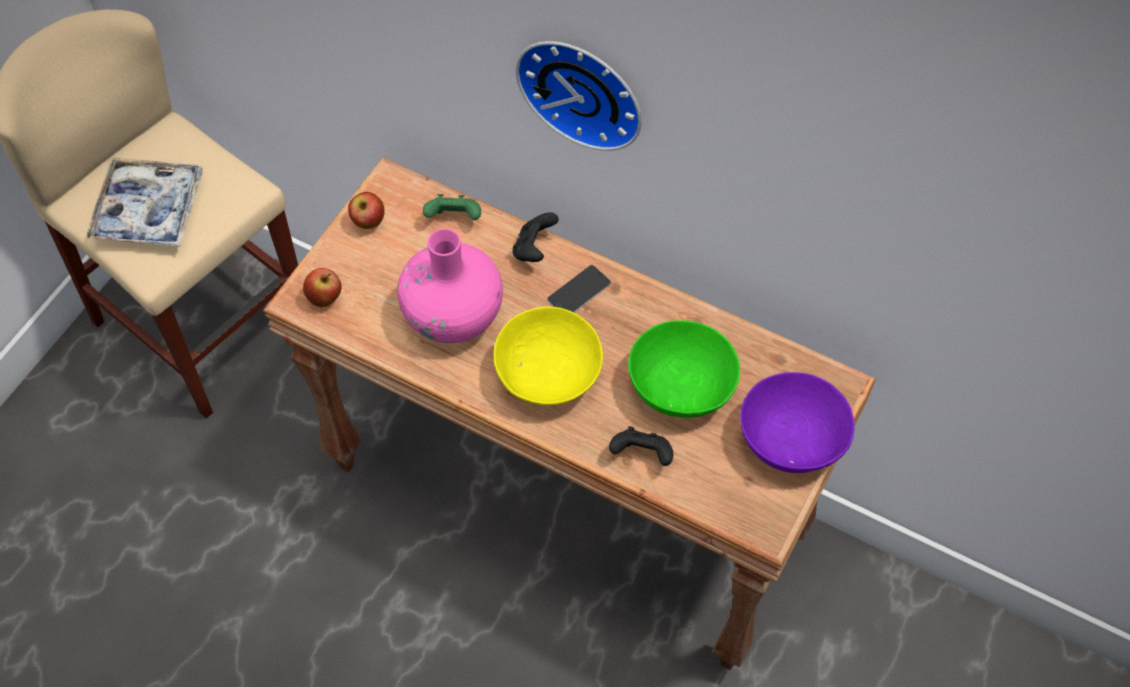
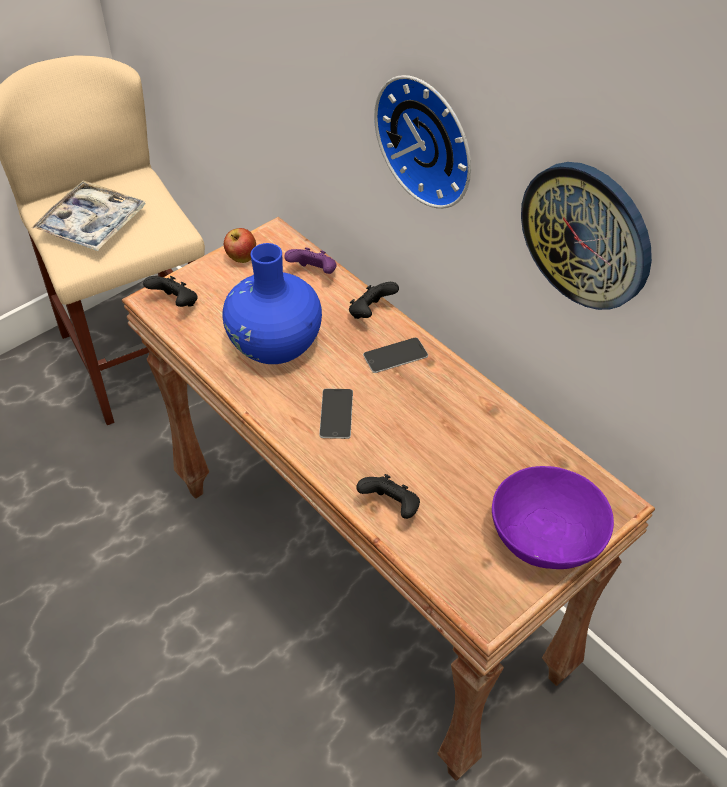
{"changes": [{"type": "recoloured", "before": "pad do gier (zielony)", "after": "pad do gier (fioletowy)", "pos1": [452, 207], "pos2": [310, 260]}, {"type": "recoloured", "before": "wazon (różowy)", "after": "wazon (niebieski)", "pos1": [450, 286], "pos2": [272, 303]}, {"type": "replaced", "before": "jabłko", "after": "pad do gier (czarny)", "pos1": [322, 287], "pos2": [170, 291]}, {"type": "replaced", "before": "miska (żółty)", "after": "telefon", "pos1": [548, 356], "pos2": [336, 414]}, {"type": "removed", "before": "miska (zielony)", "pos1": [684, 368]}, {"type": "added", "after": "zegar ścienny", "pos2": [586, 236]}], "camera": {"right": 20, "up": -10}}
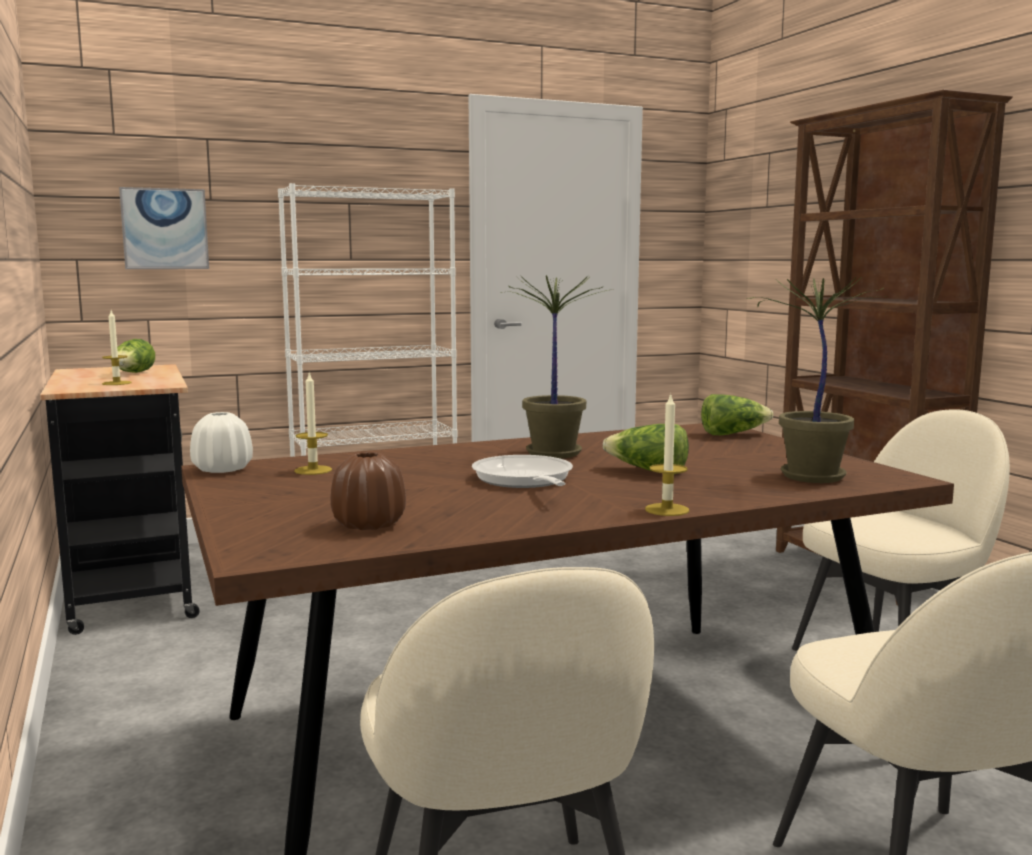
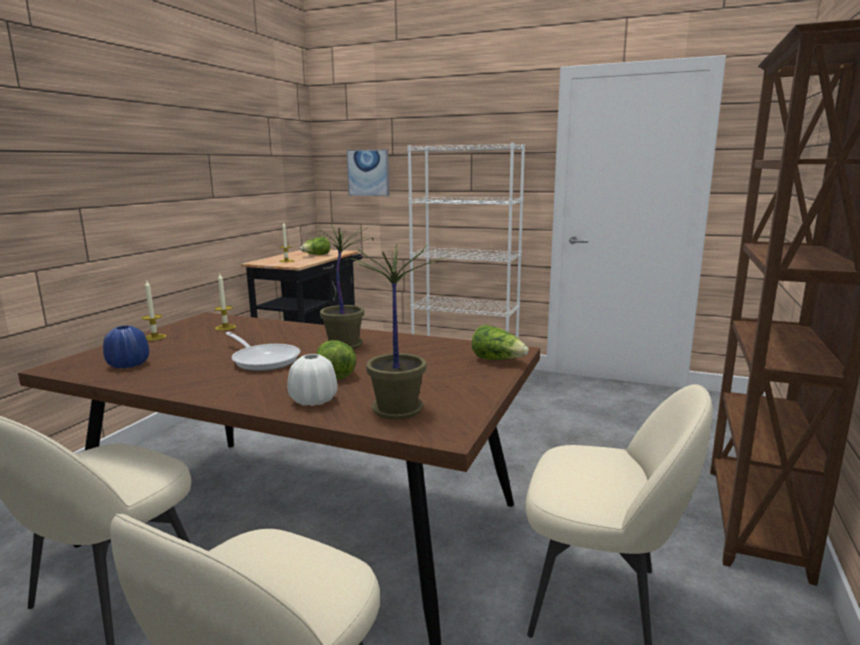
{"changes": [{"type": "moved", "before": "świeca", "pos1": [667, 454], "pos2": [154, 311]}, {"type": "moved", "before": "wazon (biały)", "pos1": [221, 442], "pos2": [312, 380]}, {"type": "recoloured", "before": "wazon (brązowy)", "after": "wazon (niebieski)", "pos1": [368, 491], "pos2": [126, 346]}, {"type": "turned", "before": "patelnia", "pos1": [522, 471], "pos2": [262, 351], "turn": 105}], "camera": {"right": 45, "up": 5}}
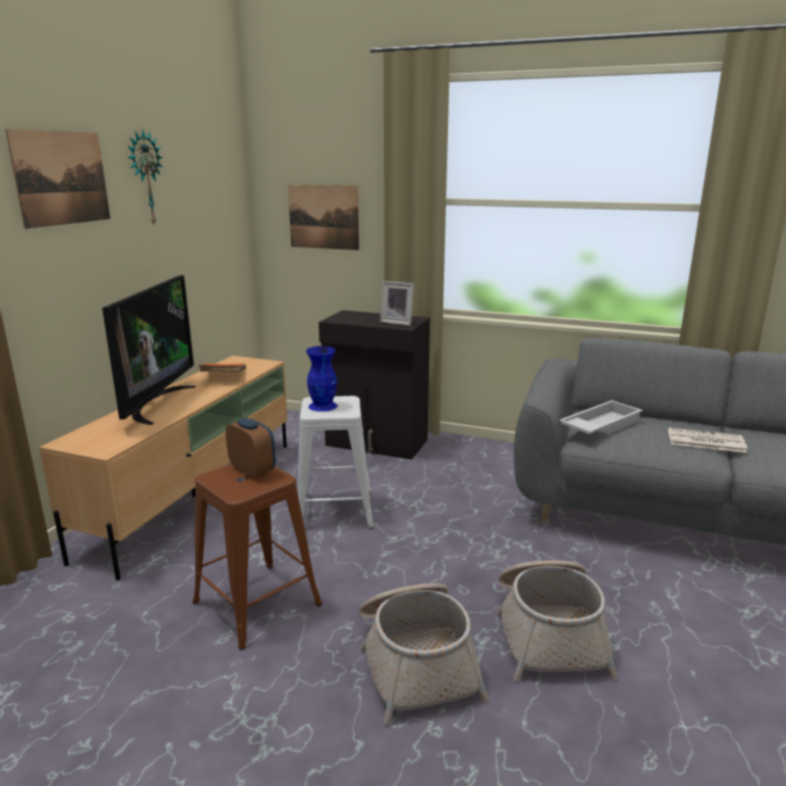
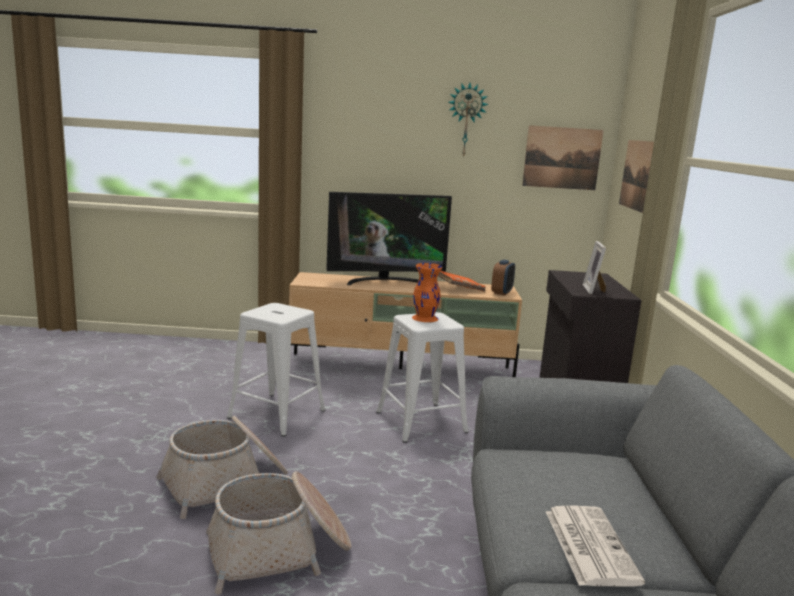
{"changes": [{"type": "moved", "before": "obraz", "pos1": [57, 179], "pos2": [563, 157]}, {"type": "recoloured", "before": "wazon (niebieski)", "after": "wazon (pomarańczowy)", "pos1": [321, 379], "pos2": [427, 292]}, {"type": "removed", "before": "taca (biały)", "pos1": [601, 417]}, {"type": "moved", "before": "budzik", "pos1": [251, 448], "pos2": [503, 277]}, {"type": "recoloured", "before": "stołek (brązowy)", "after": "stołek (biały)", "pos1": [257, 557], "pos2": [276, 370]}], "camera": {"right": 70, "up": -5}}
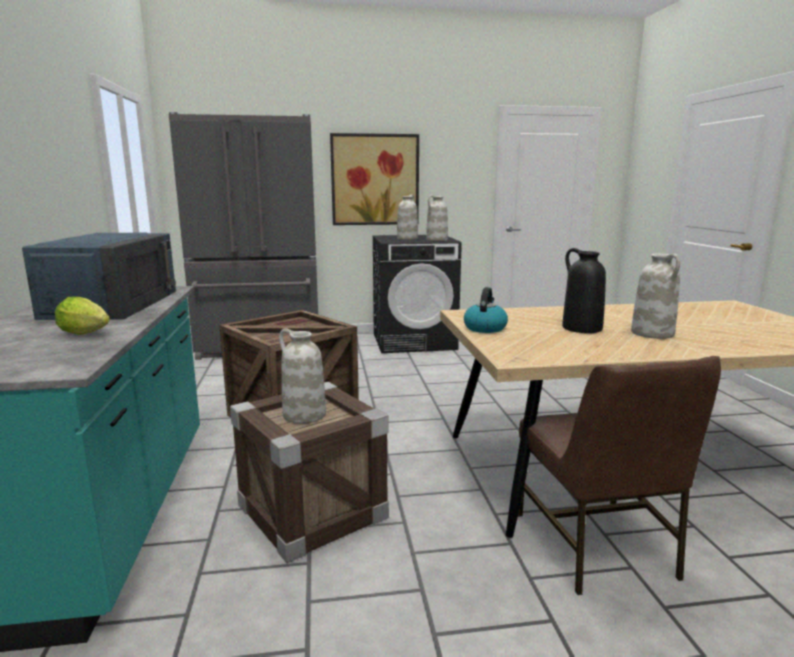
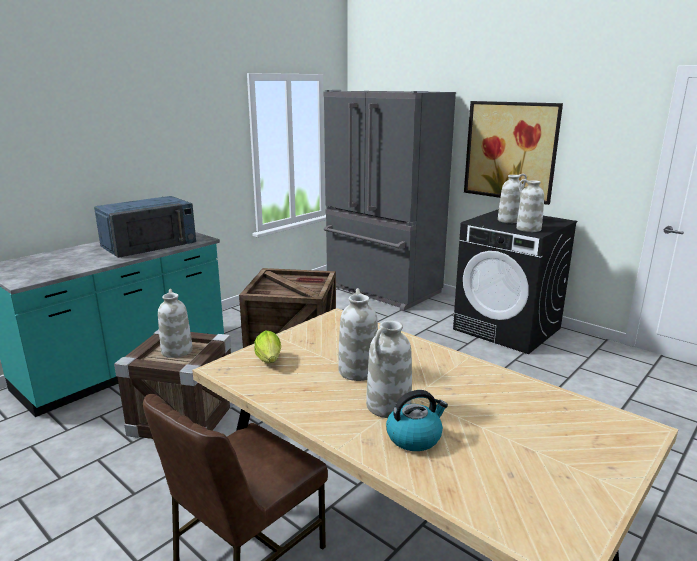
{"changes": [{"type": "recoloured", "before": "wazon (czarny)", "after": "wazon (biały)", "pos1": [584, 290], "pos2": [358, 334]}, {"type": "moved", "before": "czajnik", "pos1": [486, 310], "pos2": [417, 420]}, {"type": "moved", "before": "sałata", "pos1": [82, 316], "pos2": [267, 347]}], "camera": {"right": 50, "up": 5}}
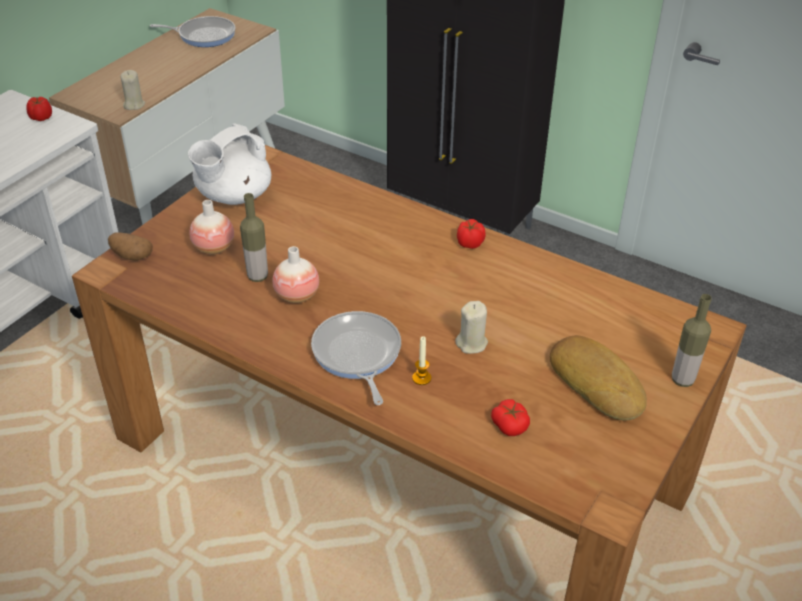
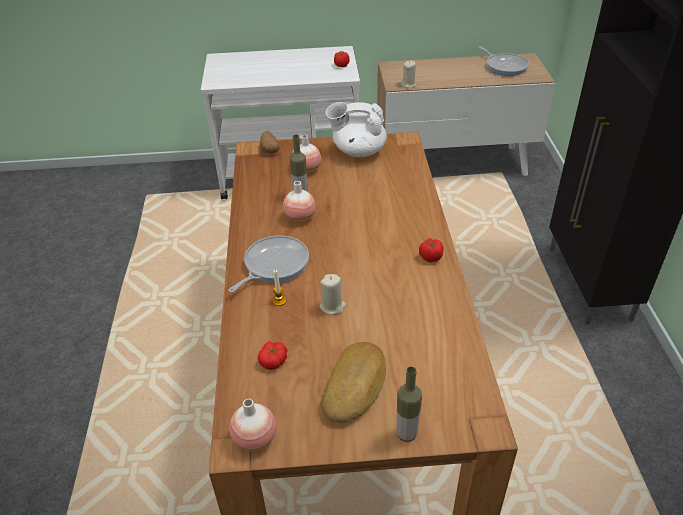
{"changes": [{"type": "added", "after": "wazon", "pos2": [252, 425]}], "camera": {"right": 55, "up": 0}}
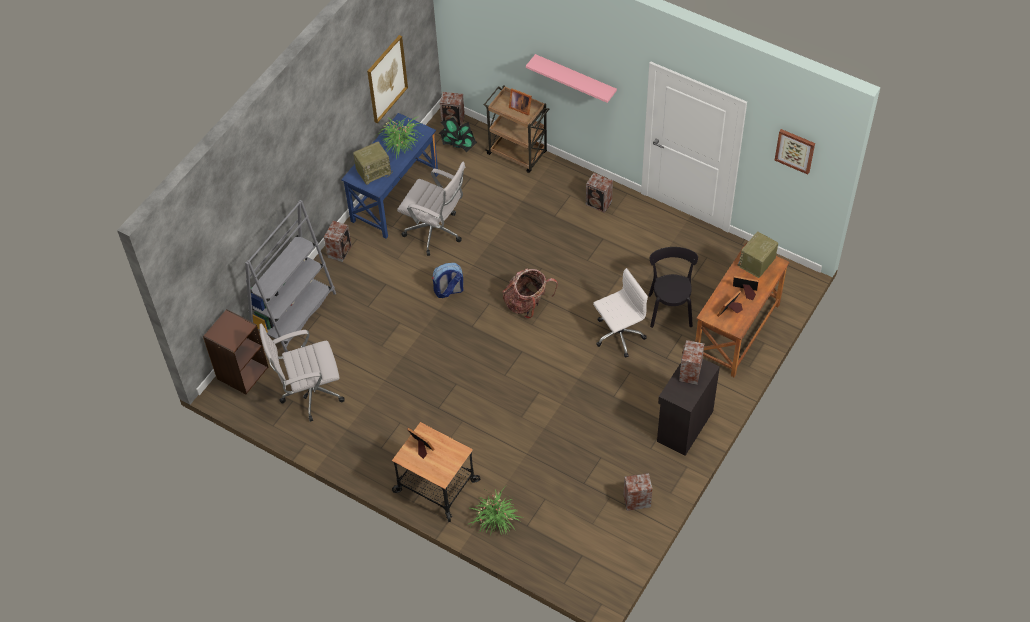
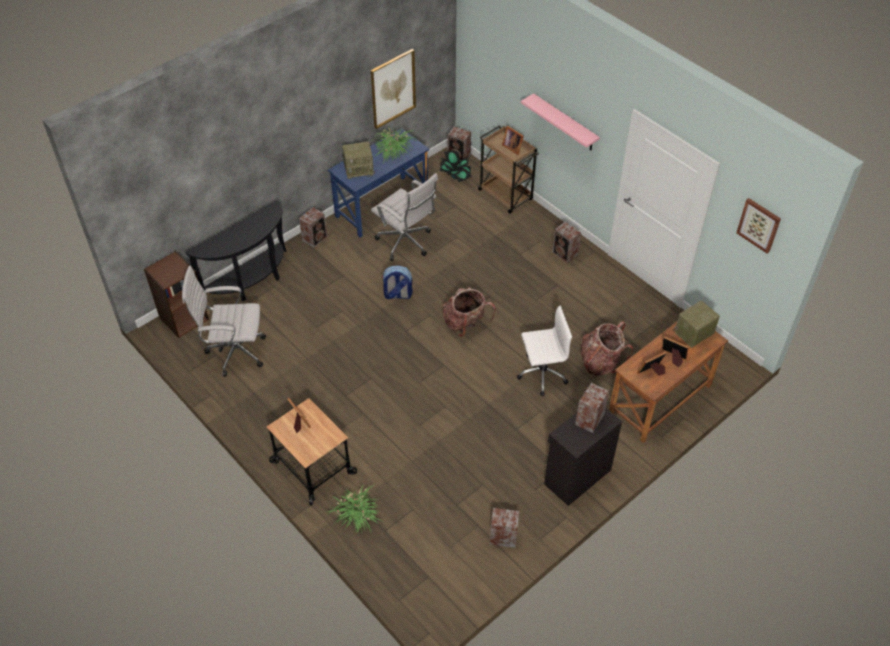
{"changes": [{"type": "replaced", "before": "regał (szary)", "after": "stolik konsolowy (czarny)", "pos1": [290, 276], "pos2": [236, 250]}, {"type": "replaced", "before": "krzesło (czarny)", "after": "plecak", "pos1": [673, 287], "pos2": [607, 348]}], "camera": {"right": 15, "up": -5}}
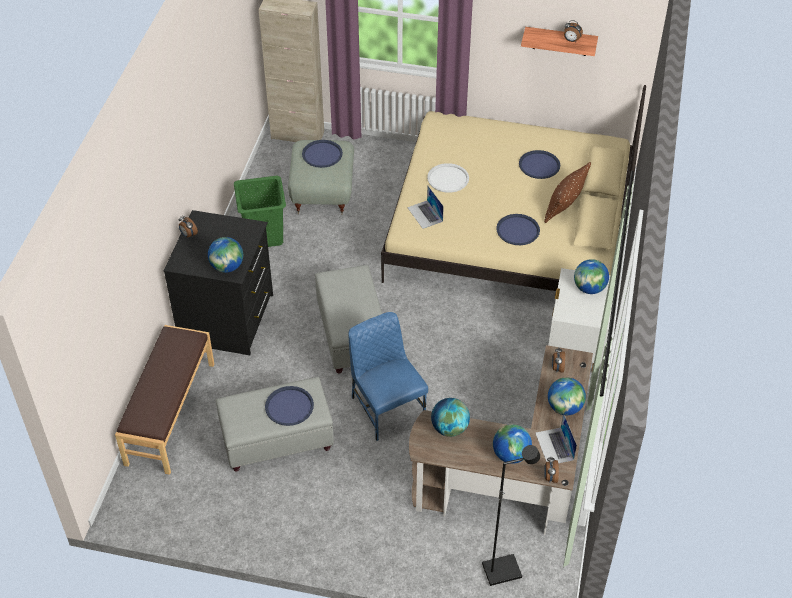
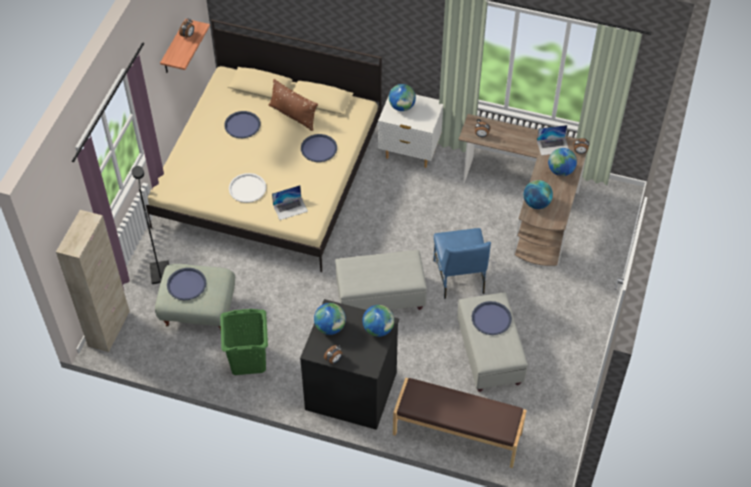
{"changes": [{"type": "turned", "before": "krzesło (niebieski)", "pos1": [388, 376], "pos2": [462, 263], "turn": -75}, {"type": "moved", "before": "globus", "pos1": [567, 396], "pos2": [330, 319]}, {"type": "moved", "before": "lampa stojąca (czarny)", "pos1": [511, 515], "pos2": [150, 225]}], "camera": {"right": -85, "up": 5}}
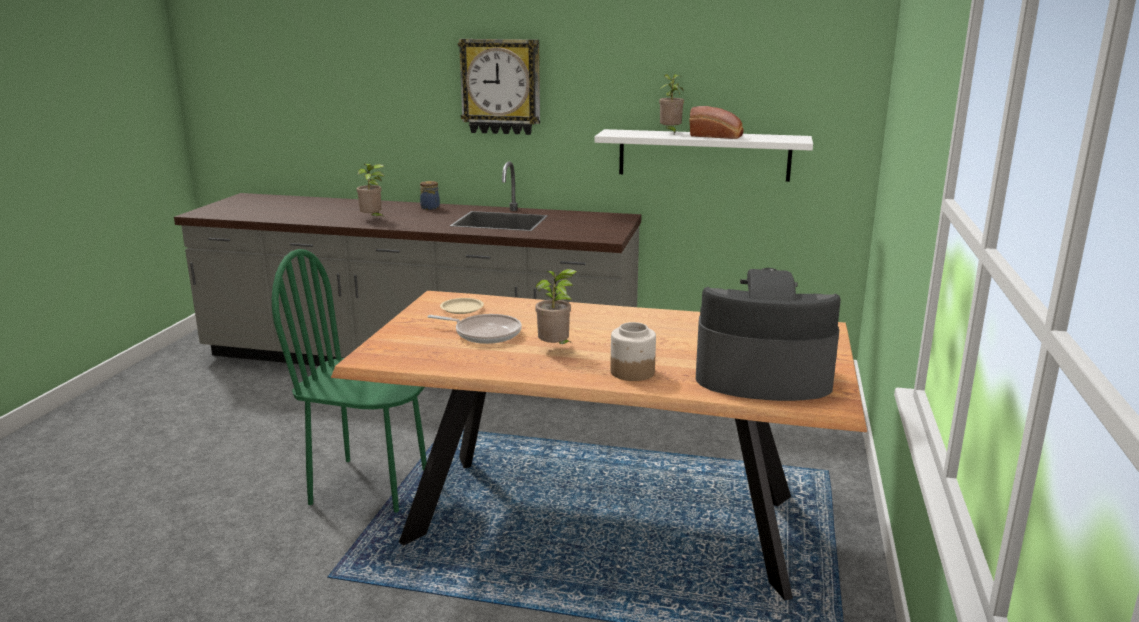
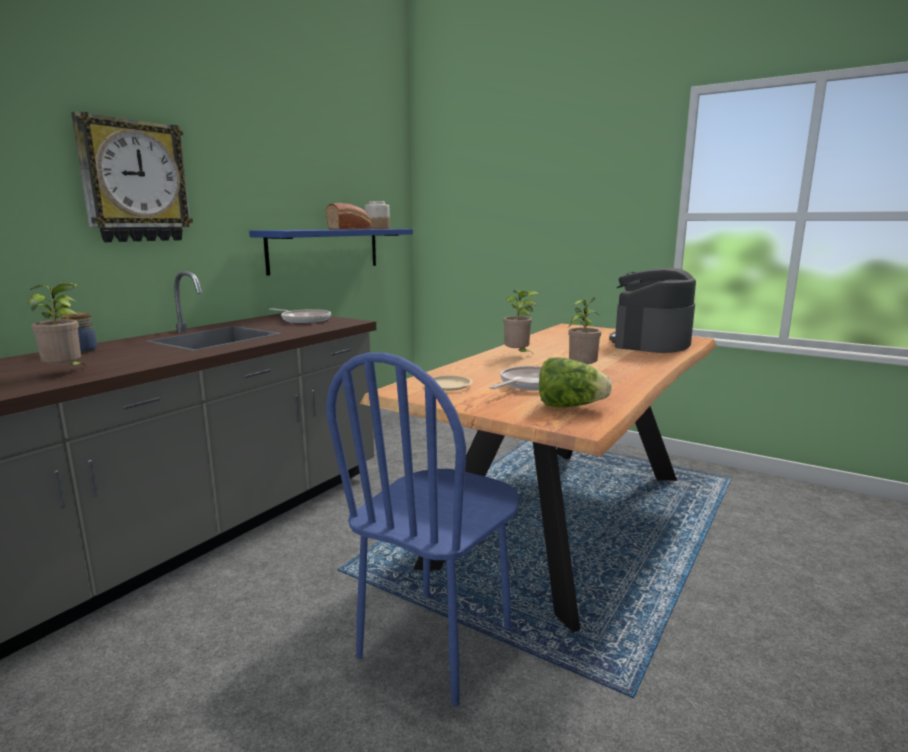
{"changes": [{"type": "moved", "before": "roślina doniczkowa", "pos1": [671, 104], "pos2": [521, 323]}, {"type": "recoloured", "before": "półka (biały)", "after": "półka (niebieski)", "pos1": [704, 155], "pos2": [331, 252]}, {"type": "recoloured", "before": "krzesło (zielony)", "after": "krzesło (niebieski)", "pos1": [349, 381], "pos2": [422, 529]}, {"type": "moved", "before": "słoik", "pos1": [633, 351], "pos2": [377, 215]}, {"type": "added", "after": "patelnia", "pos2": [300, 315]}, {"type": "added", "after": "sałata", "pos2": [575, 383]}], "camera": {"right": -70, "up": -5}}
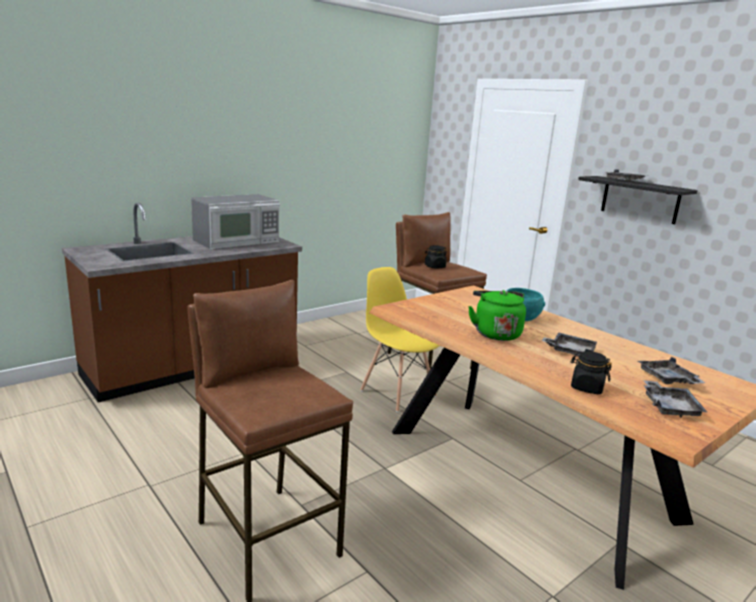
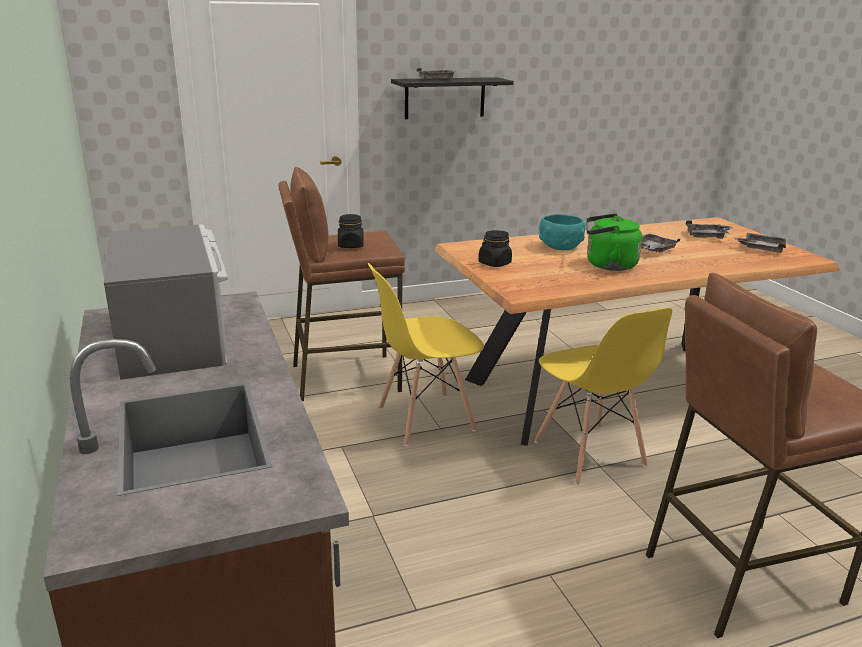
{"changes": [{"type": "moved", "before": "słoik (czarny)", "pos1": [591, 372], "pos2": [495, 248]}, {"type": "added", "after": "krzesło (żółty)", "pos2": [603, 396]}], "camera": {"right": -70, "up": 5}}
